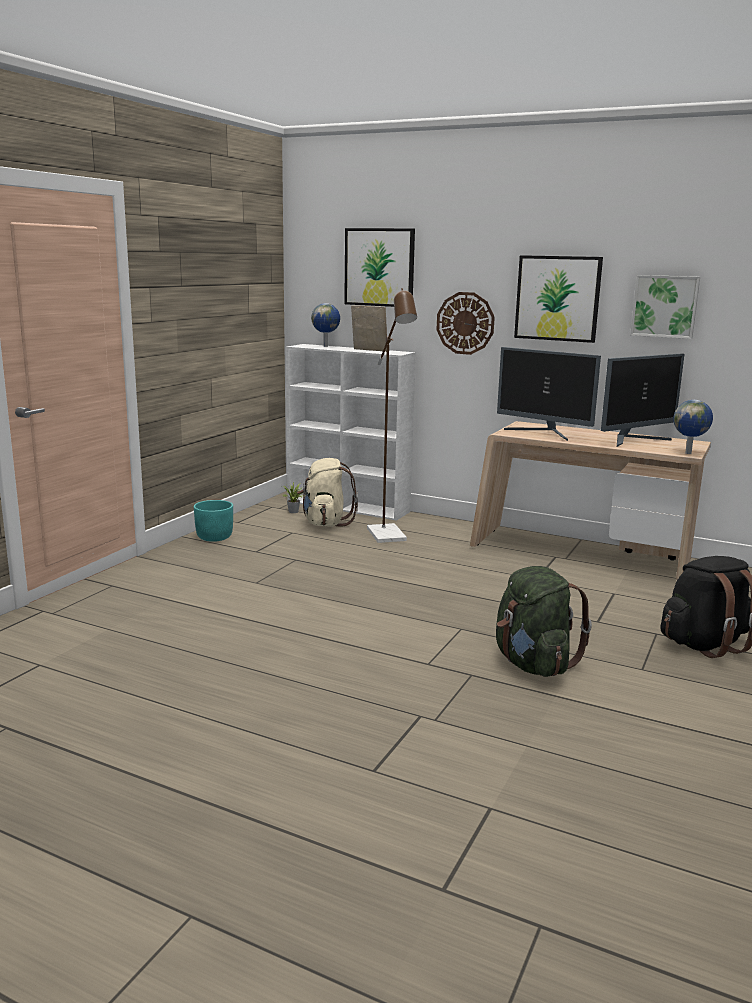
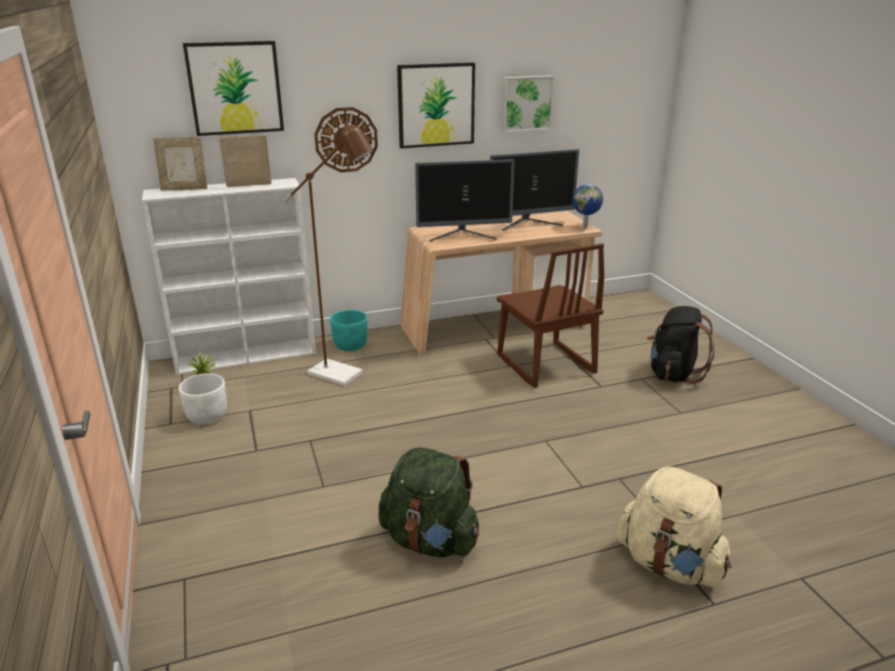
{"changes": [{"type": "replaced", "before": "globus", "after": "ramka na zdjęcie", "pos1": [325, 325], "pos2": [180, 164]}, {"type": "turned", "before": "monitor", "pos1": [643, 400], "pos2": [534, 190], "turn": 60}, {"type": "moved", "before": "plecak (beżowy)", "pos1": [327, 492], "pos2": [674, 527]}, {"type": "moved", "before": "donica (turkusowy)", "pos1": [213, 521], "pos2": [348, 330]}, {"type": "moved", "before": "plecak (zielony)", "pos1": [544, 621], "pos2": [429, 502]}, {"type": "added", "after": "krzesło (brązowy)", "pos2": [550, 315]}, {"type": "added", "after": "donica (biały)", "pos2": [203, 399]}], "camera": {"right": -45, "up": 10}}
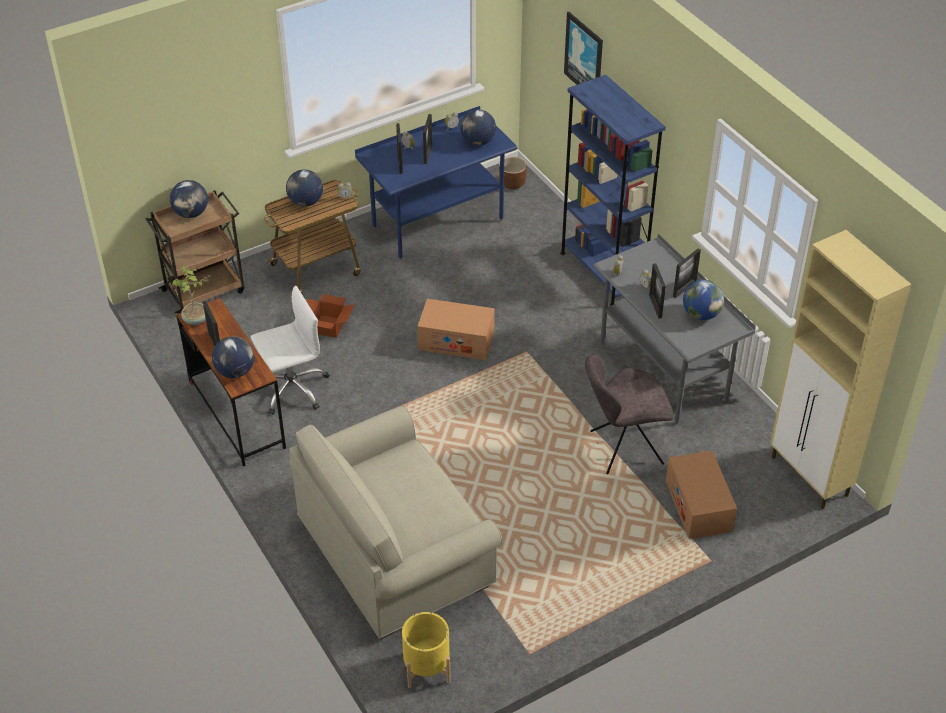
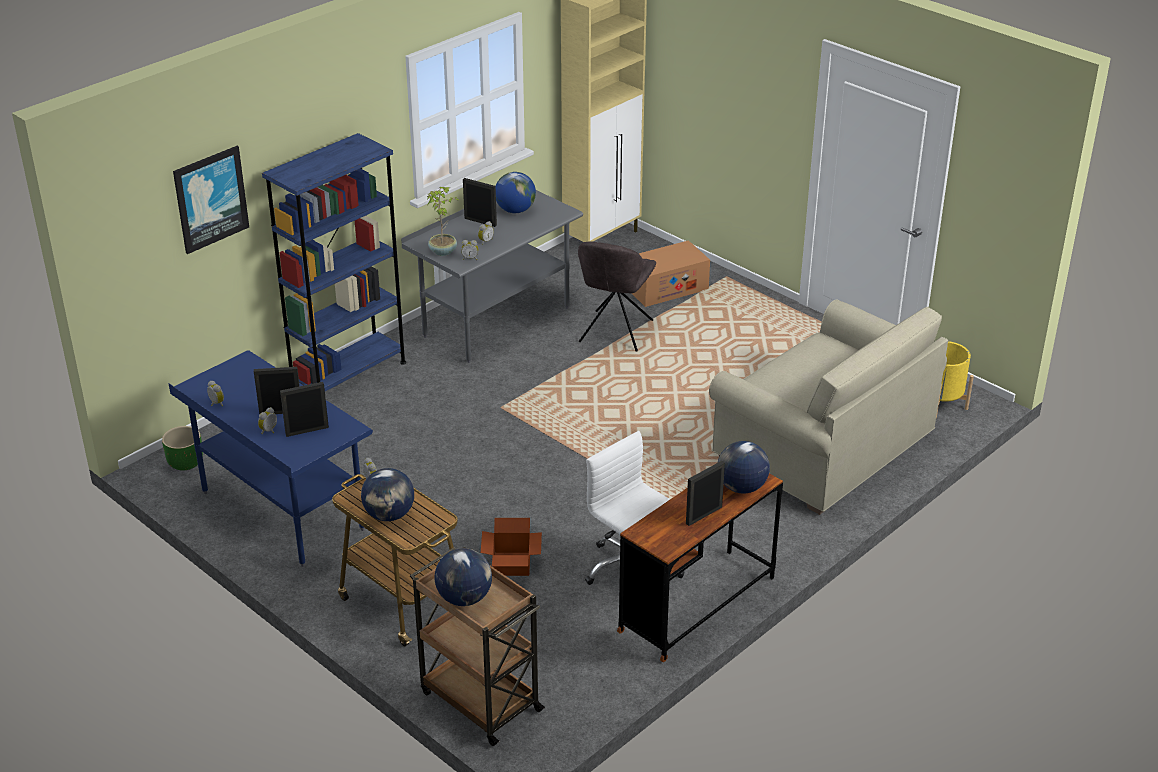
{"changes": [{"type": "removed", "before": "globus", "pos1": [478, 127]}, {"type": "recoloured", "before": "donica (brązowy)", "after": "donica (zielony)", "pos1": [513, 172], "pos2": [182, 448]}, {"type": "removed", "before": "ramka na zdjęcie", "pos1": [657, 291]}, {"type": "moved", "before": "roślina doniczkowa", "pos1": [191, 295], "pos2": [443, 221]}, {"type": "removed", "before": "karton", "pos1": [456, 329]}, {"type": "turned", "before": "krzesło (szary)", "pos1": [629, 414], "pos2": [617, 296], "turn": 45}], "camera": {"right": -105, "up": -10}}
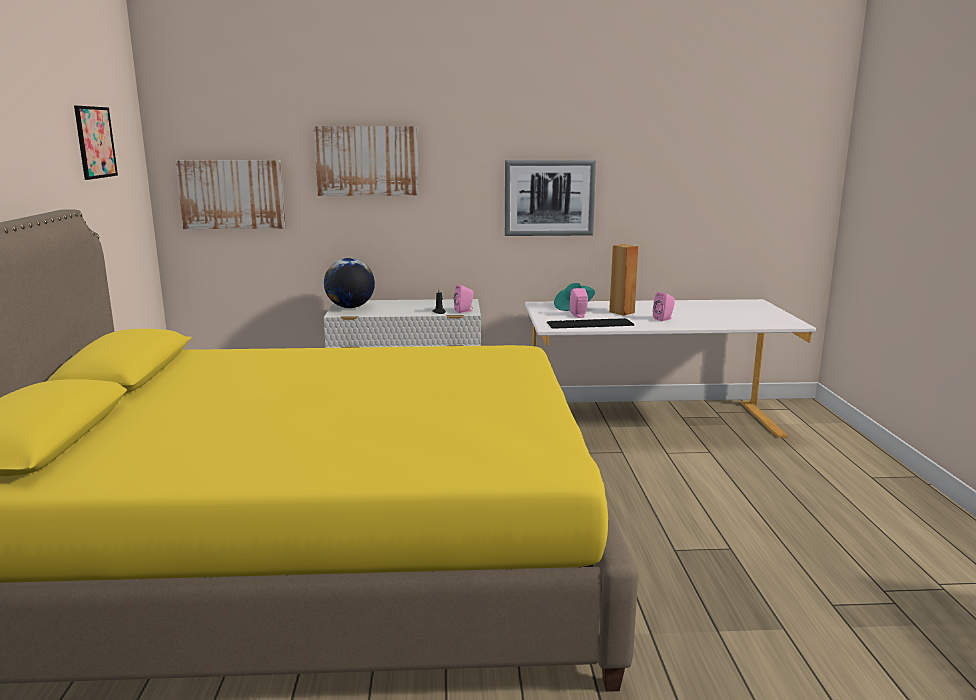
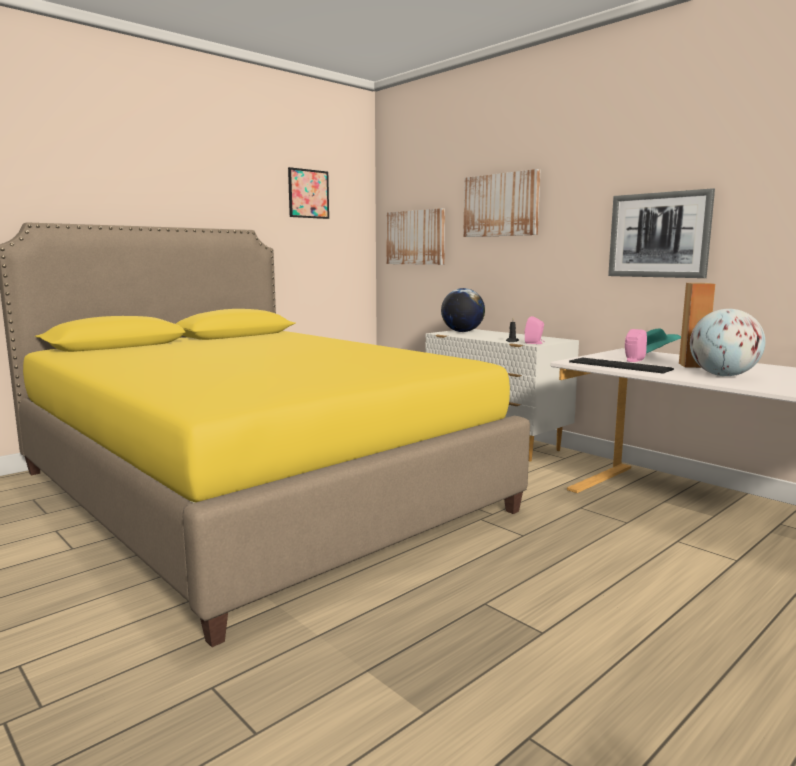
{"changes": [{"type": "replaced", "before": "głośnik (różowy)", "after": "globus", "pos1": [664, 306], "pos2": [727, 342]}], "camera": {"right": 50, "up": -5}}
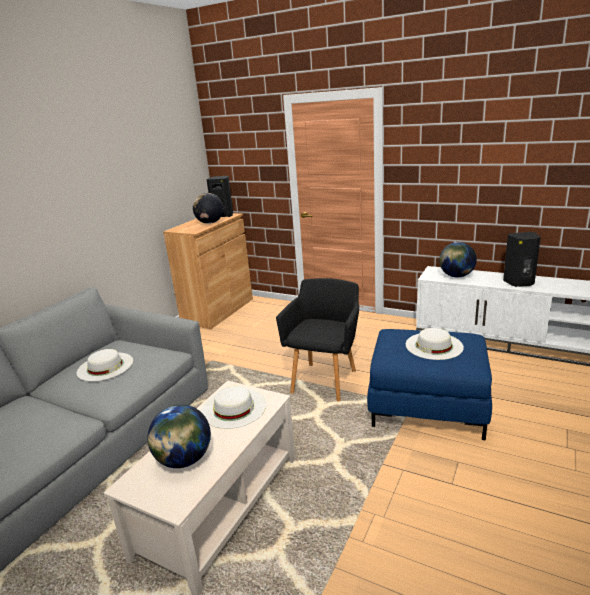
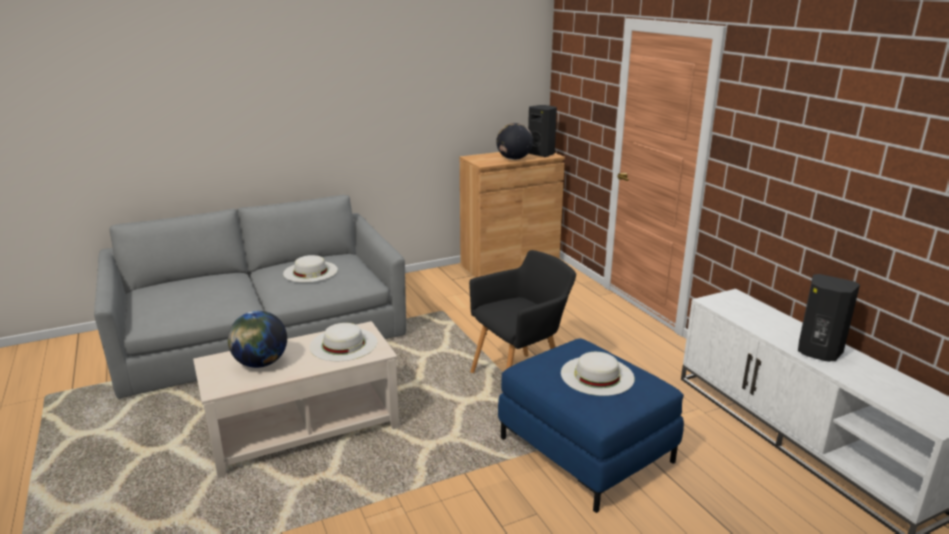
{"changes": [{"type": "removed", "before": "globus", "pos1": [458, 260]}], "camera": {"right": 35, "up": 0}}
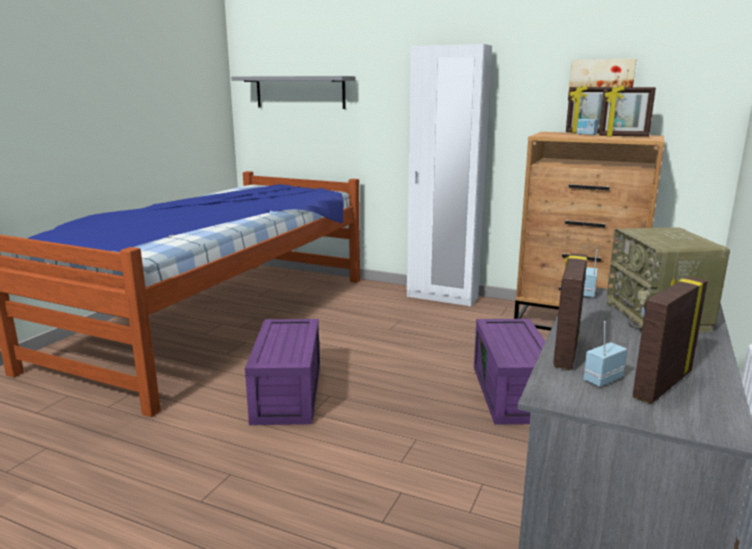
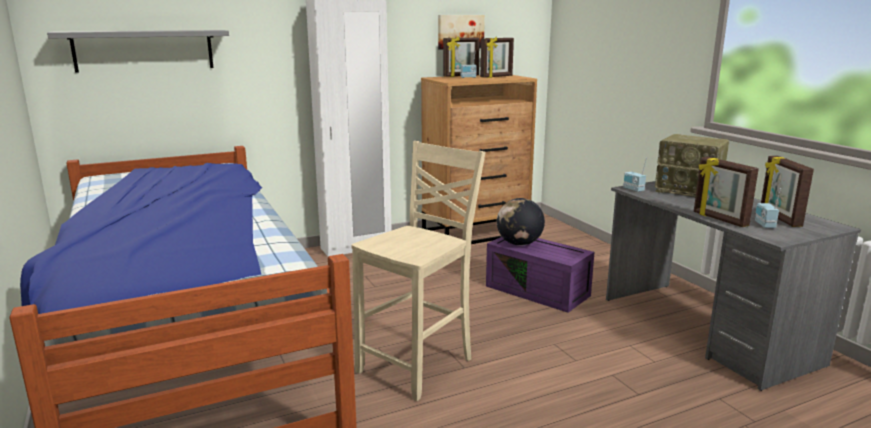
{"changes": [{"type": "replaced", "before": "pojemnik do przechowywania (fioletowy)", "after": "krzesło (beżowy)", "pos1": [282, 372], "pos2": [418, 271]}, {"type": "added", "after": "globus", "pos2": [521, 222]}], "camera": {"right": -50, "up": 0}}
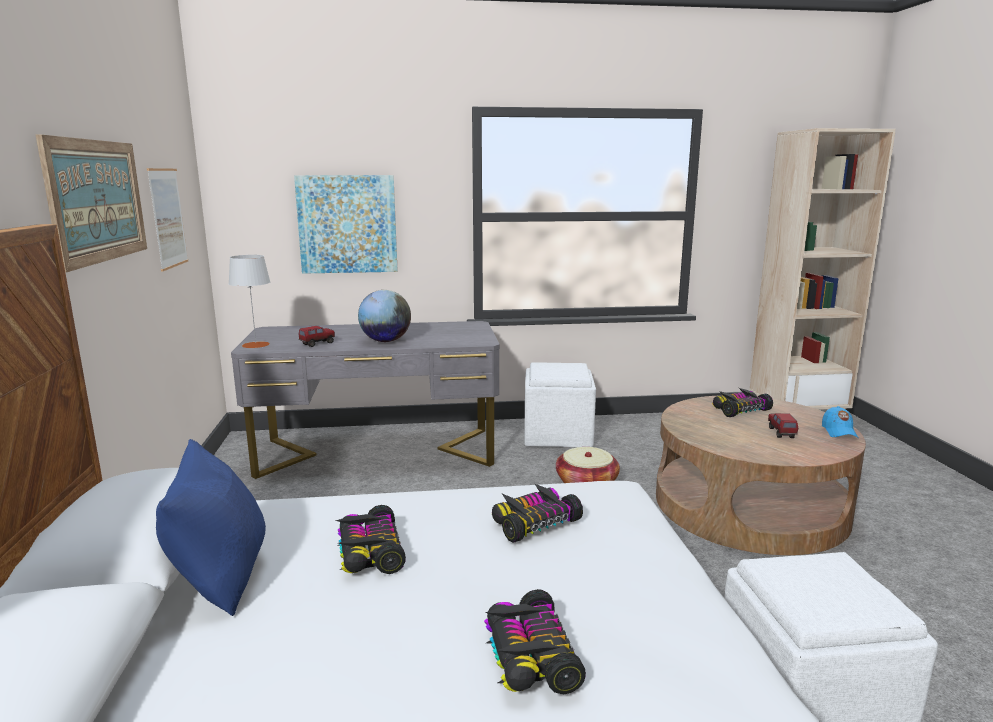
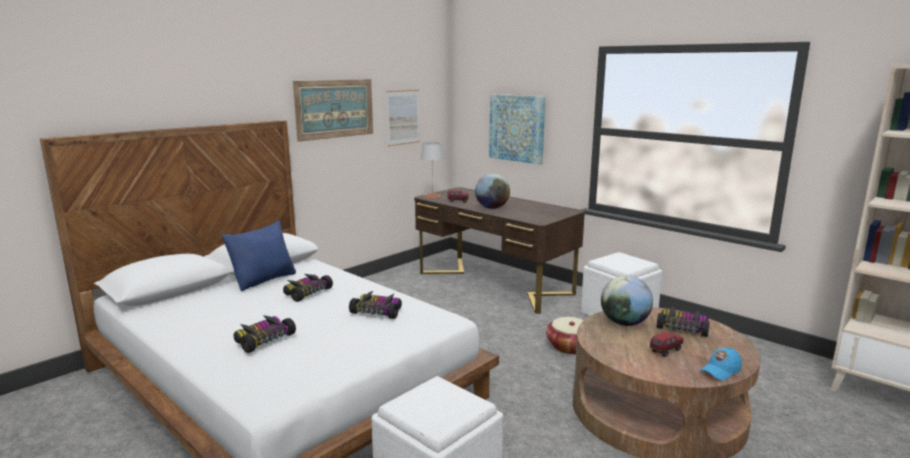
{"changes": [{"type": "recoloured", "before": "biurko (szary)", "after": "biurko (brązowy)", "pos1": [365, 400], "pos2": [499, 250]}, {"type": "added", "after": "globus", "pos2": [627, 300]}], "camera": {"right": 50, "up": 0}}
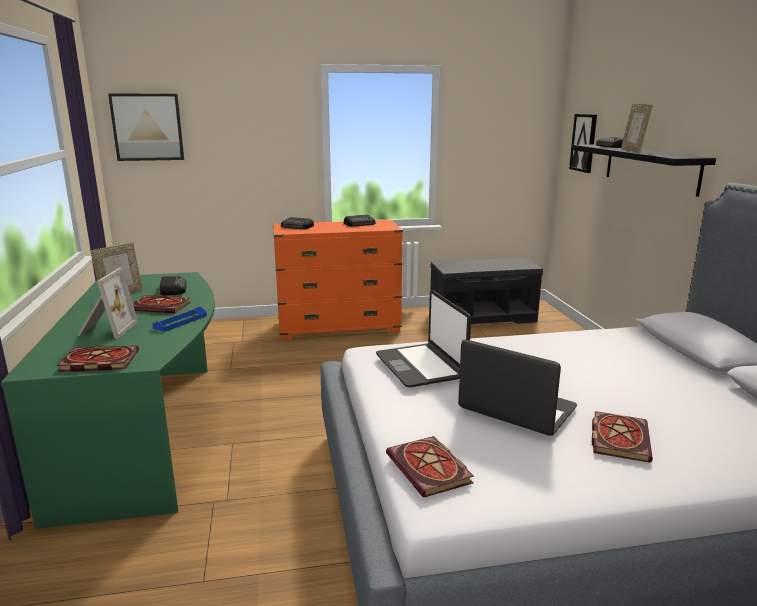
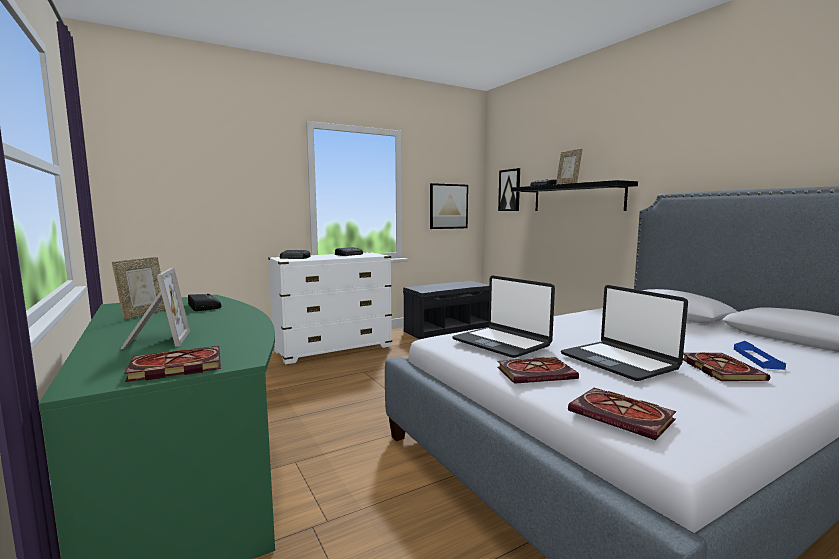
{"changes": [{"type": "moved", "before": "obraz", "pos1": [146, 127], "pos2": [449, 206]}, {"type": "recoloured", "before": "komoda (pomarańczowy)", "after": "komoda (biały)", "pos1": [338, 279], "pos2": [330, 308]}, {"type": "moved", "before": "książka", "pos1": [162, 304], "pos2": [538, 370]}, {"type": "moved", "before": "taca (niebieski)", "pos1": [179, 319], "pos2": [760, 355]}, {"type": "turned", "before": "laptop", "pos1": [517, 387], "pos2": [624, 333], "turn": -135}], "camera": {"right": -20, "up": -10}}
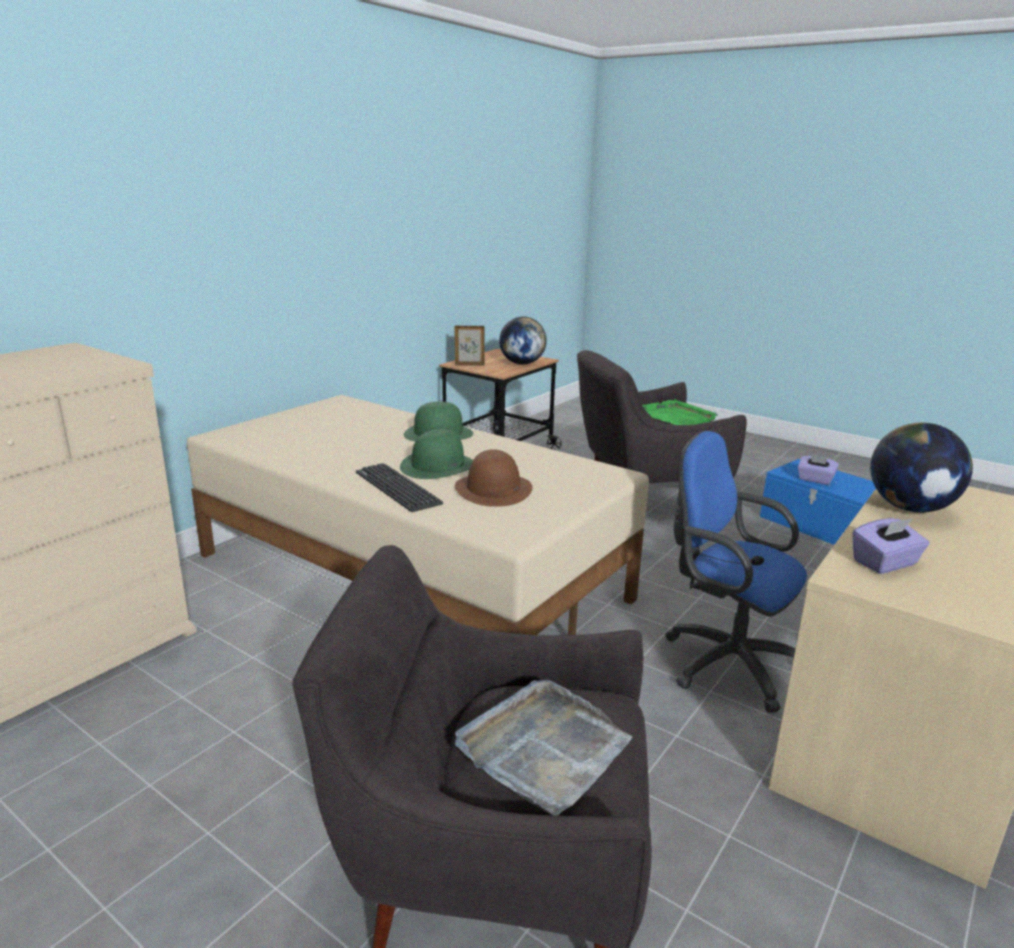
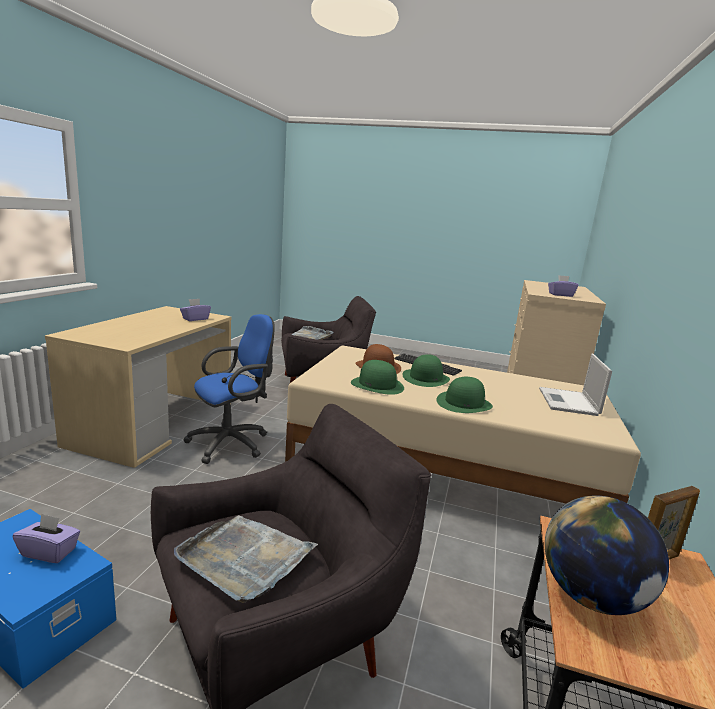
{"changes": [{"type": "recoloured", "before": "taca (zielony)", "after": "taca (szary)", "pos1": [680, 412], "pos2": [246, 559]}, {"type": "removed", "before": "globus", "pos1": [921, 468]}, {"type": "turned", "before": "krzesło biurowe (niebieski)", "pos1": [736, 572], "pos2": [229, 389], "turn": -60}, {"type": "added", "after": "pudełko chusteczek (fioletowy)", "pos2": [563, 286]}, {"type": "added", "after": "laptop", "pos2": [575, 384]}, {"type": "added", "after": "kapelusz (zielony)", "pos2": [377, 377]}], "camera": {"right": 160, "up": -5}}
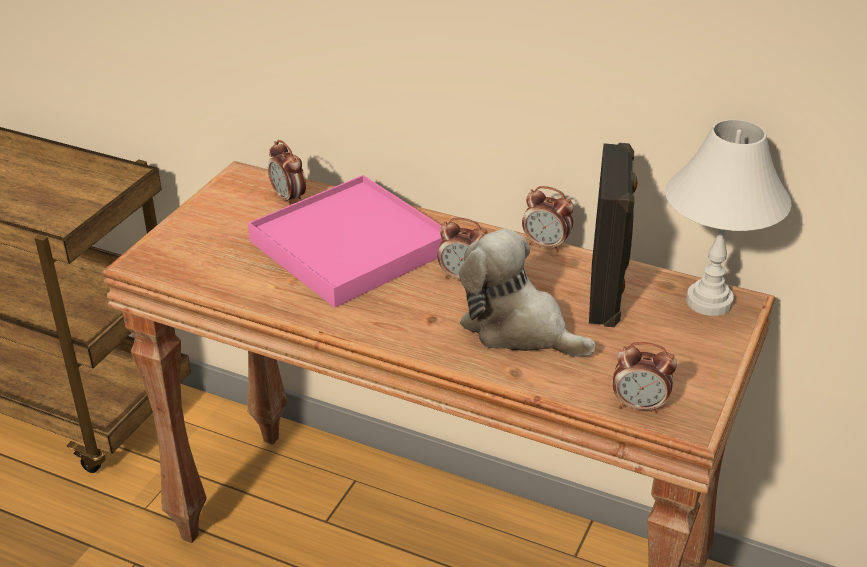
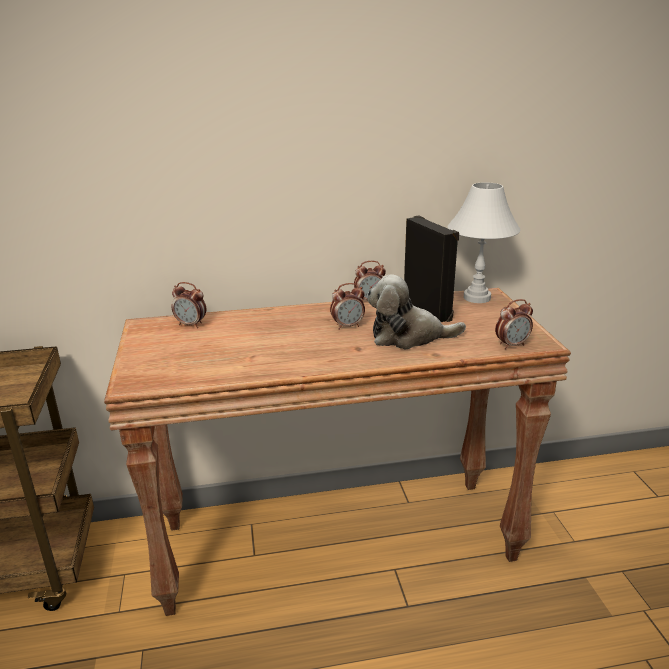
{"changes": [{"type": "removed", "before": "taca (różowy)", "pos1": [345, 241]}], "camera": {"right": -35, "up": -10}}
